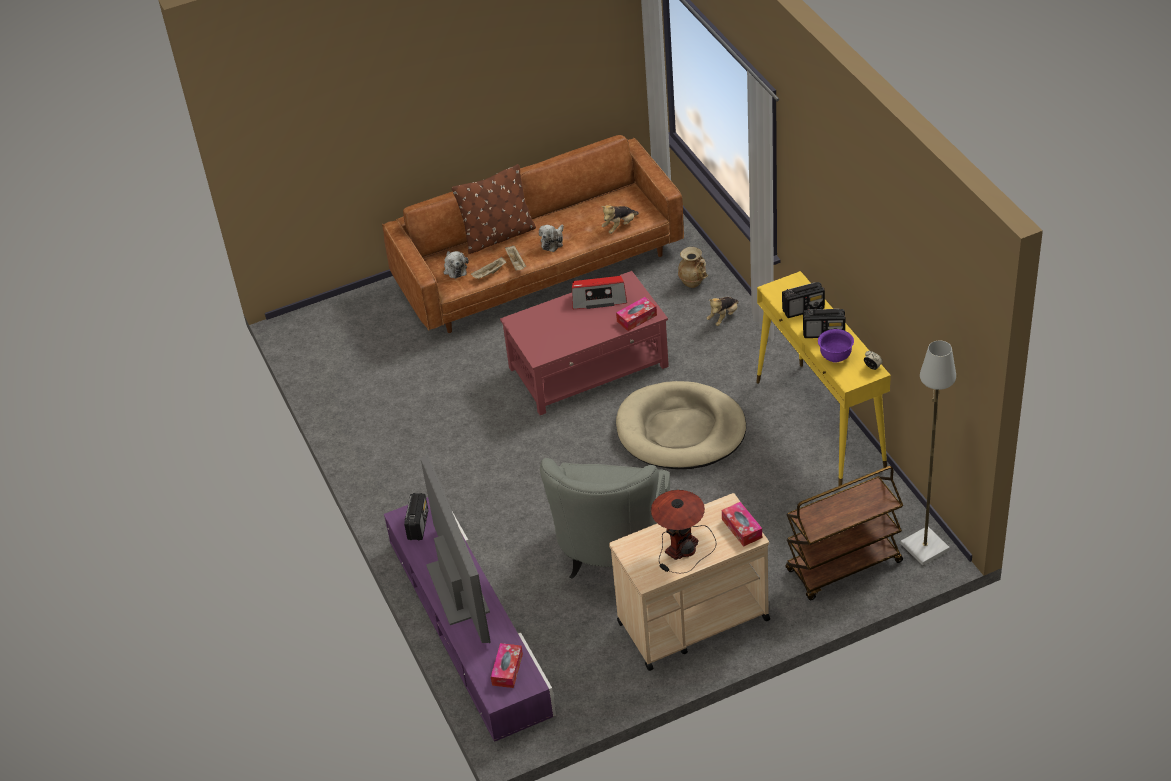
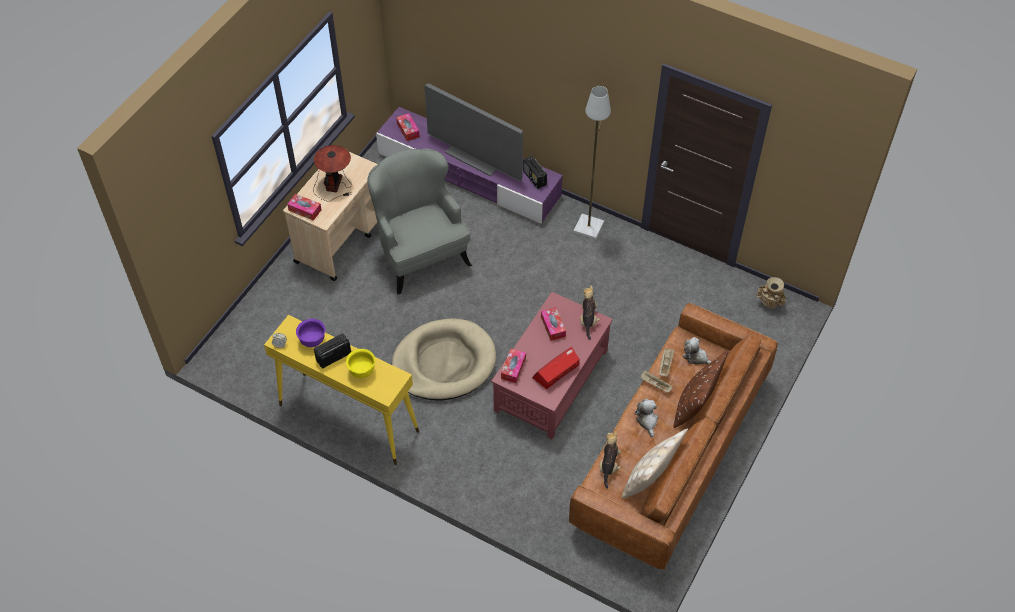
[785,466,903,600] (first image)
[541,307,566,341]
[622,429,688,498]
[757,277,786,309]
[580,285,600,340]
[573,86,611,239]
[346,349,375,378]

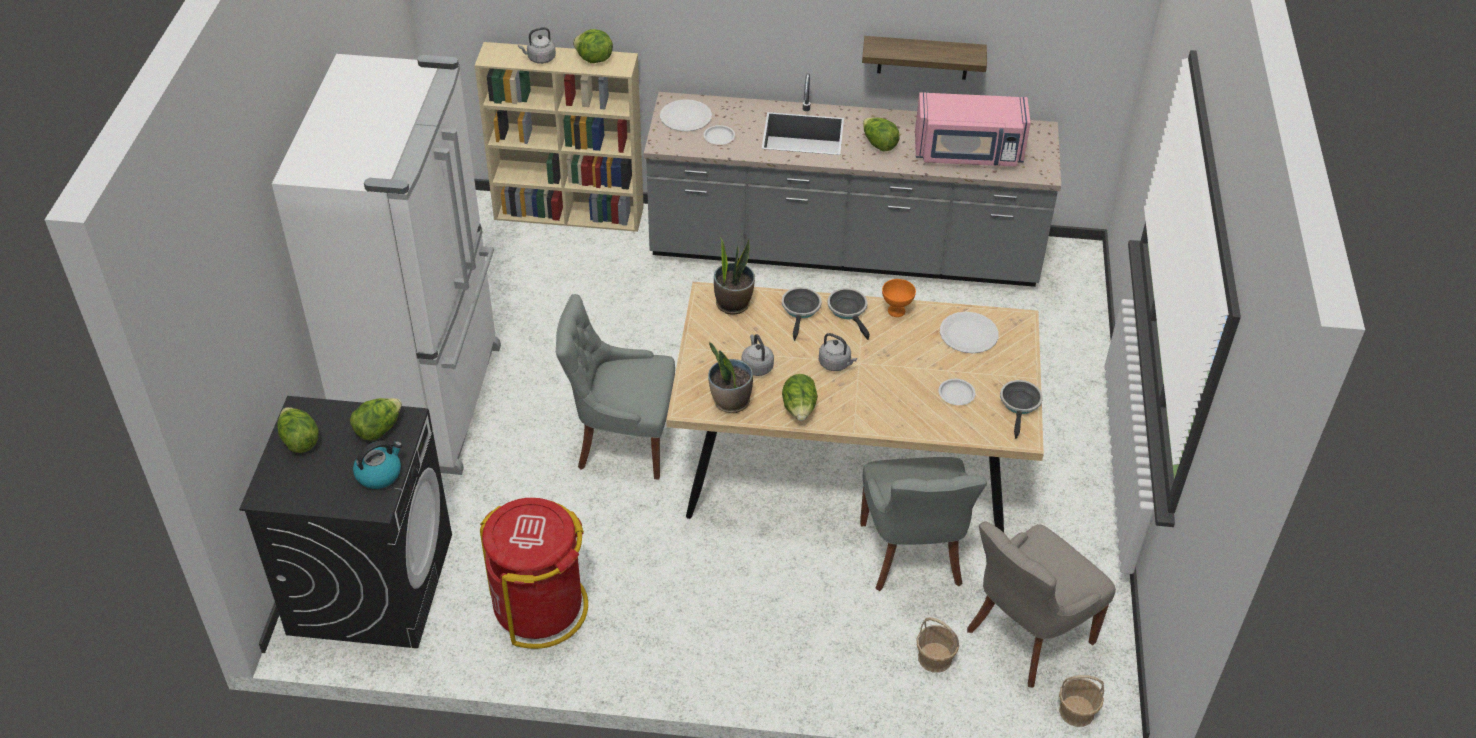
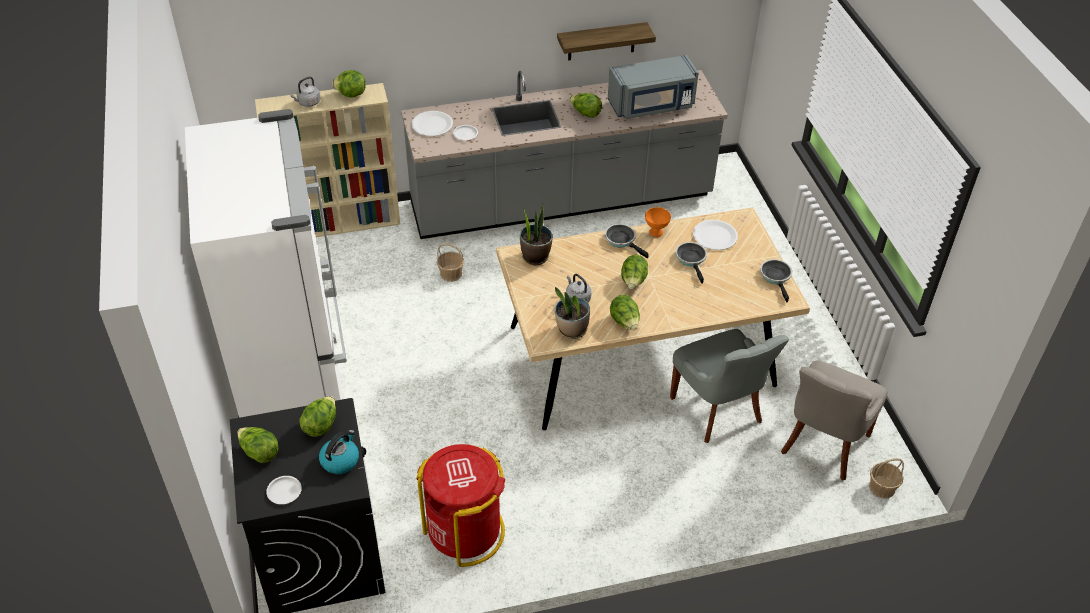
[556,294,675,480] (first image)
[675,242,707,284]
[436,243,464,282]
[266,476,302,504]
[621,255,648,289]
[608,55,699,119]

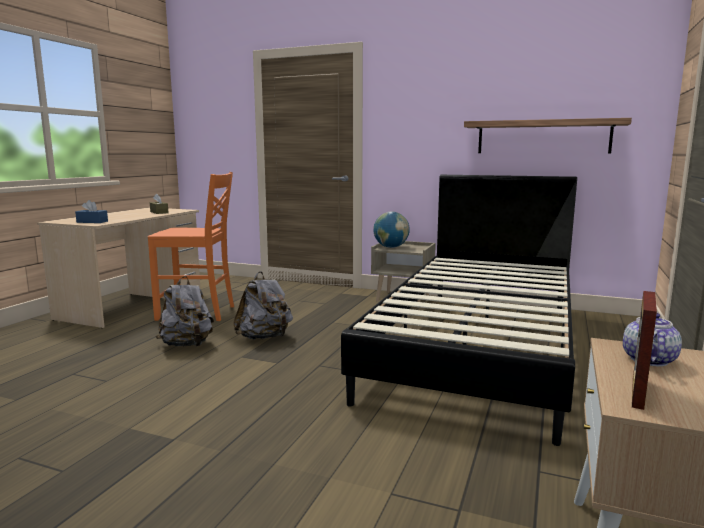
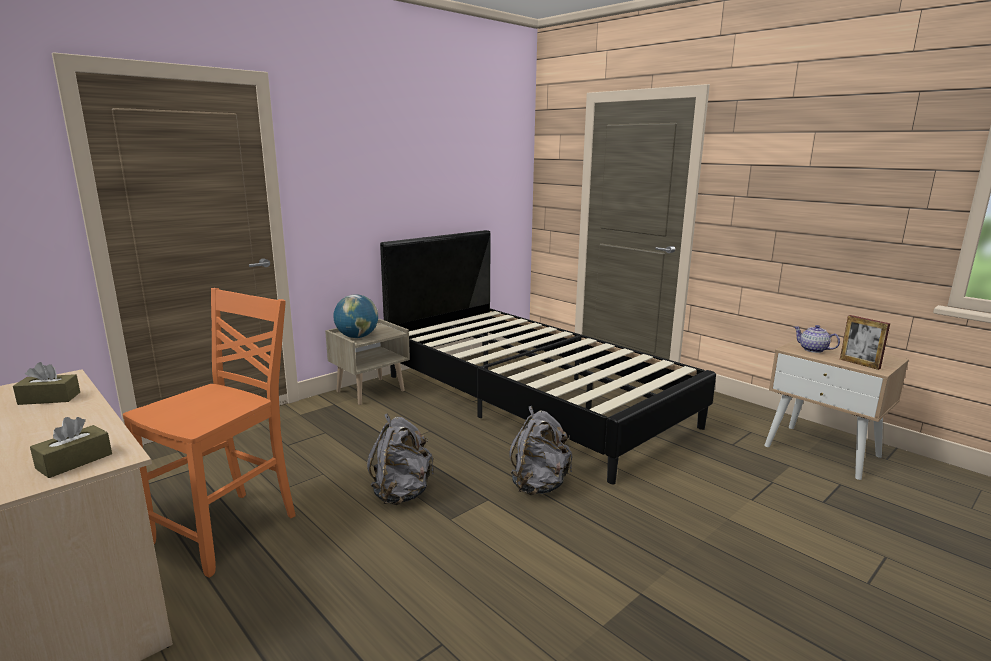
[464,118,632,153] (first image)
[509,406,572,495]
[30,417,112,478]

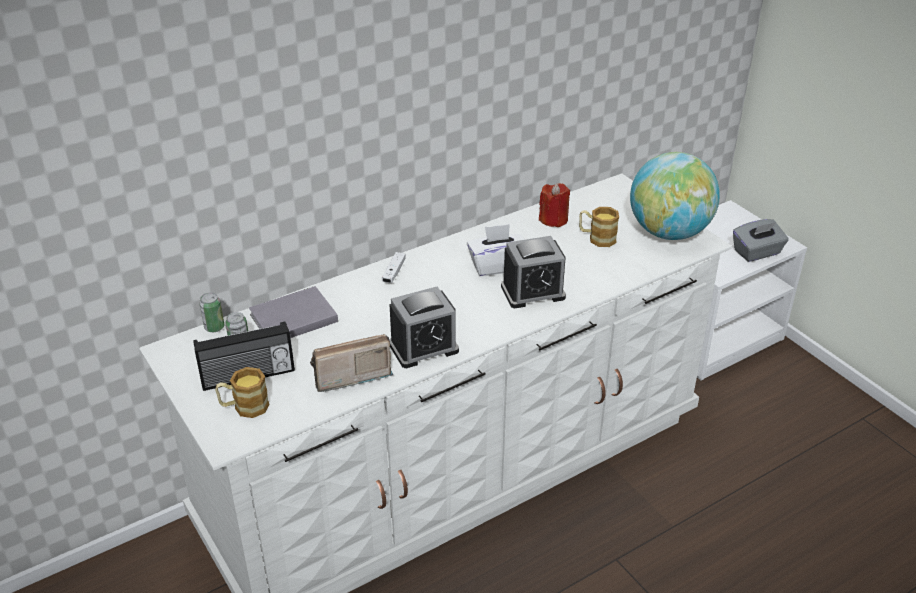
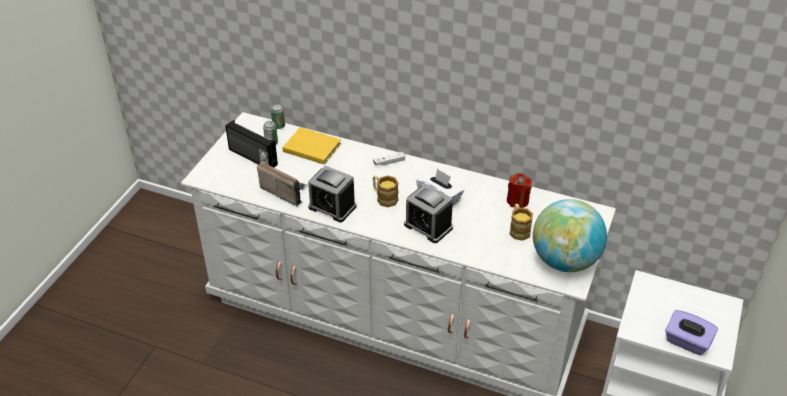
[373,175,399,207]
[282,127,341,165]
[665,310,718,355]

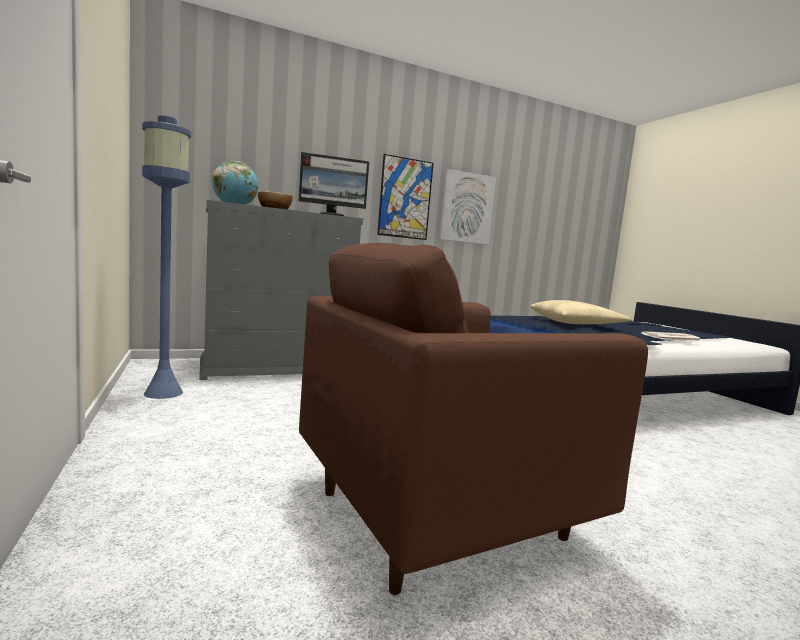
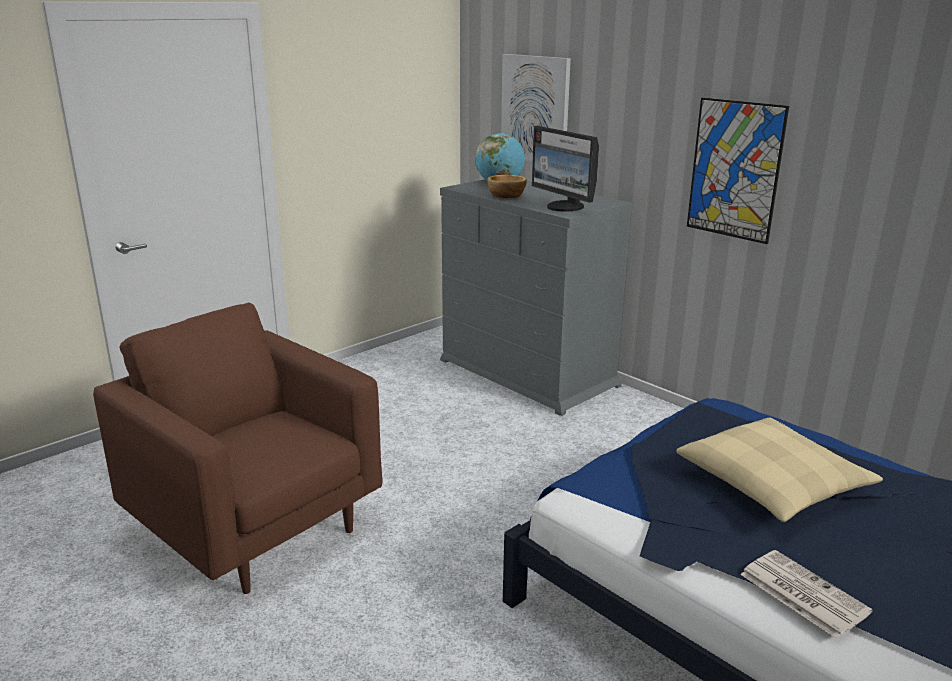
[142,115,191,399] (first image)
[501,54,571,162]

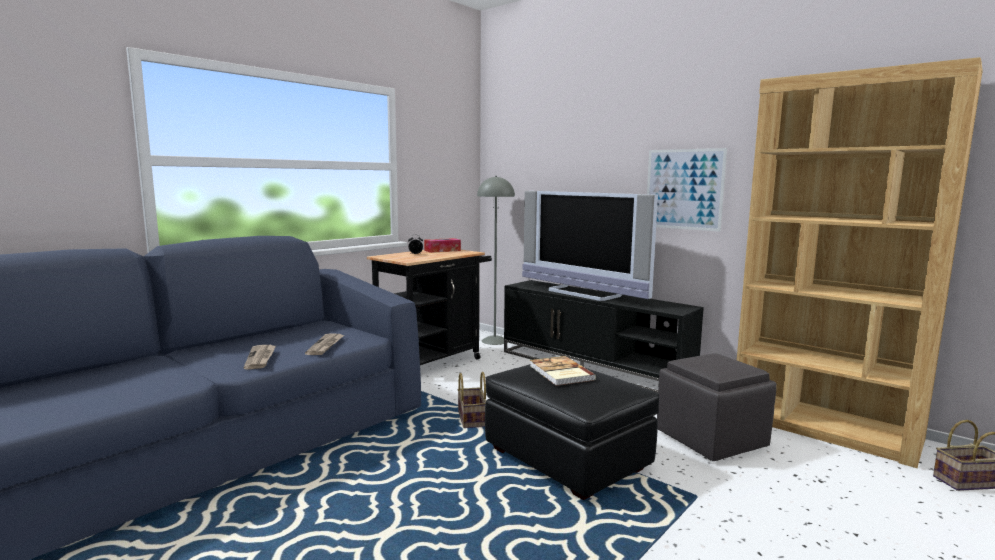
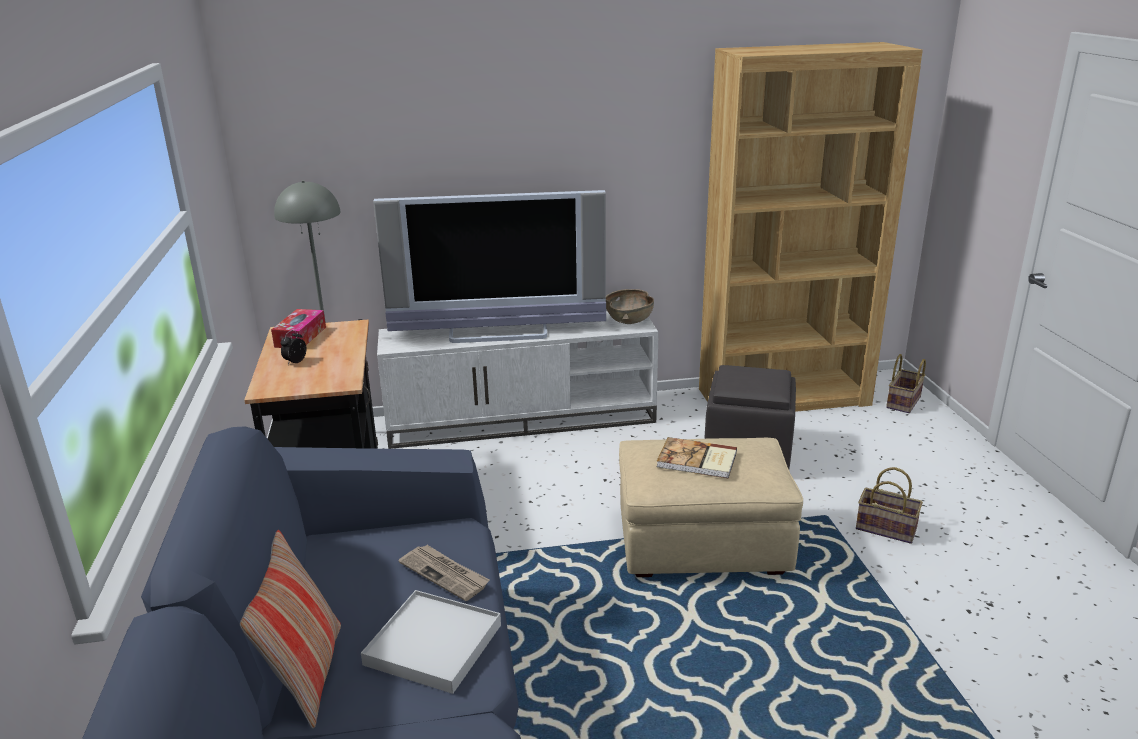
[647,148,727,232] (first image)
[240,530,341,729]
[606,289,654,324]
[856,467,923,544]
[361,590,501,694]
[619,438,803,577]
[377,311,659,449]

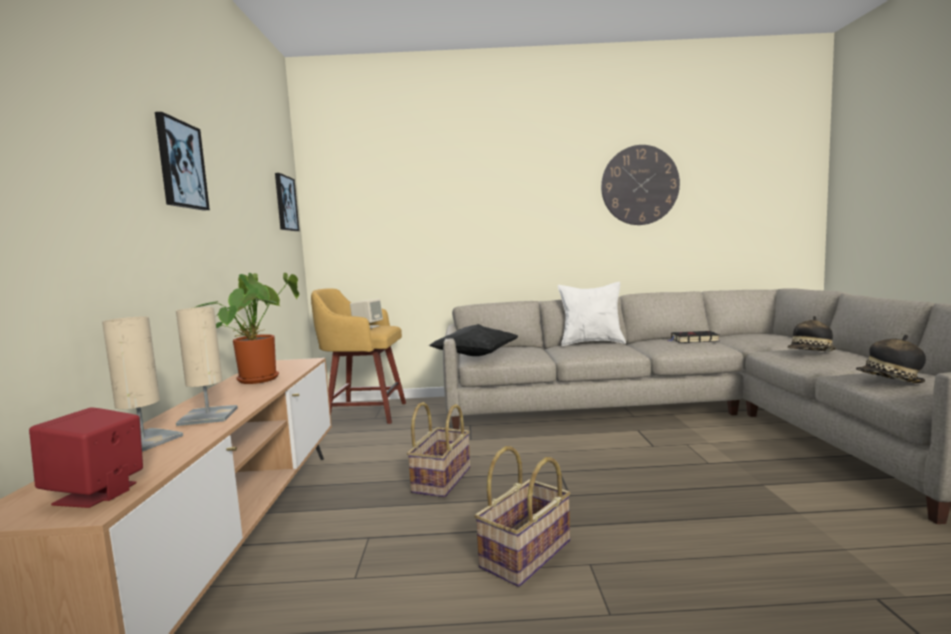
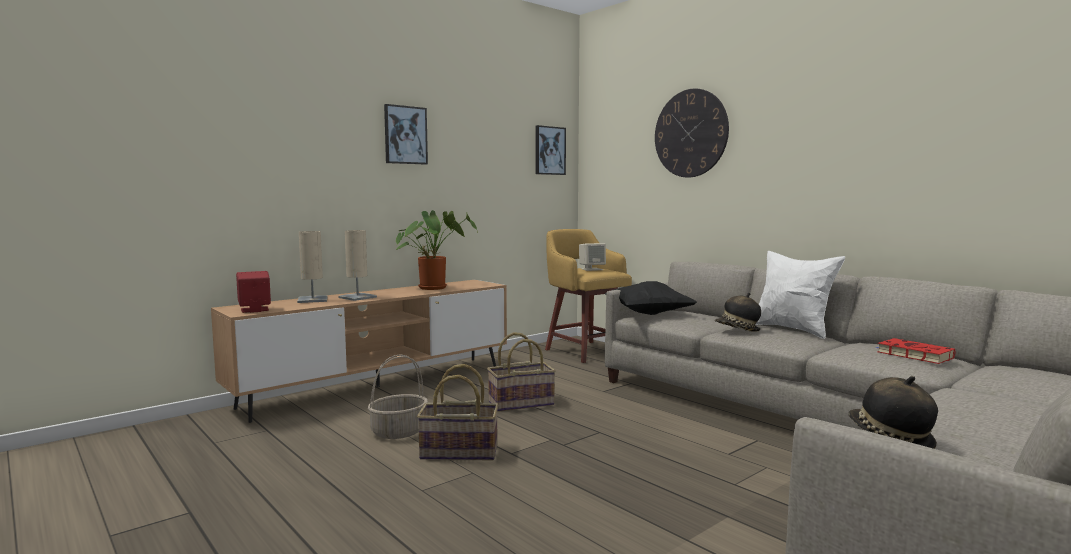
[368,354,428,439]
[655,89,729,178]
[715,293,761,332]
[877,338,955,364]

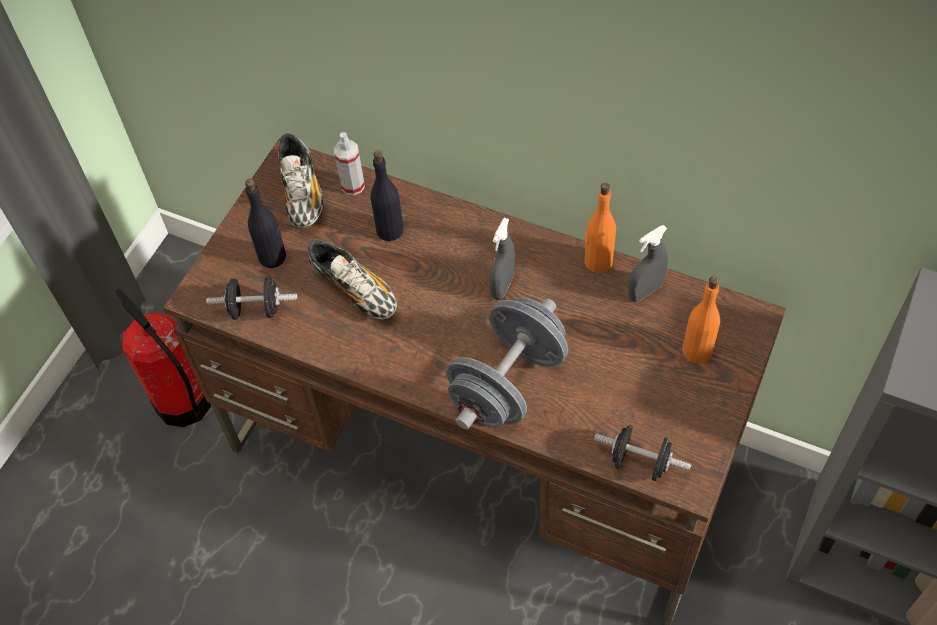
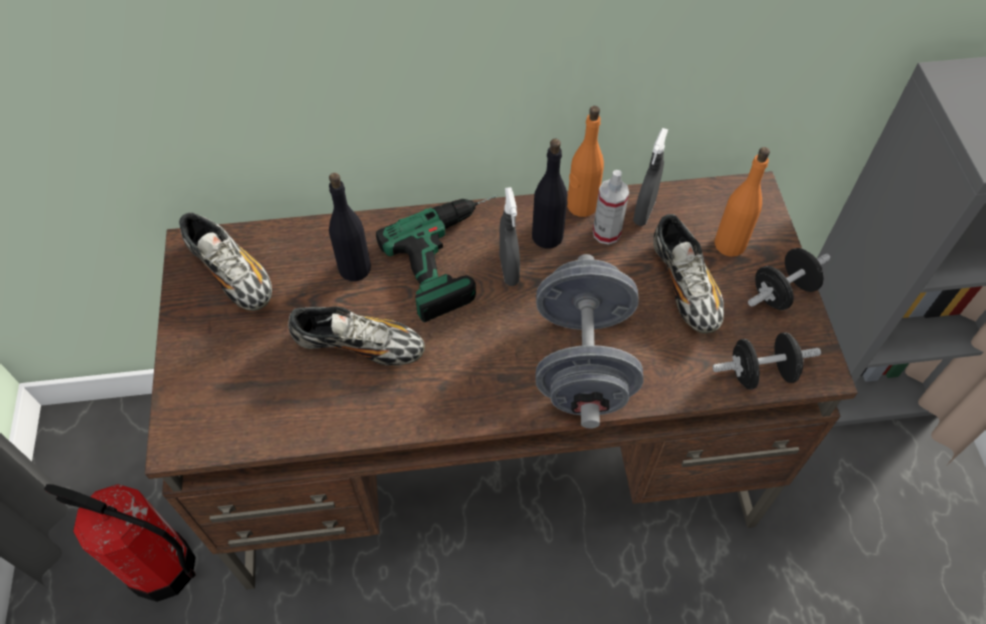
[376,195,497,322]
[653,214,724,334]
[748,248,830,310]
[532,139,568,248]
[593,170,629,245]

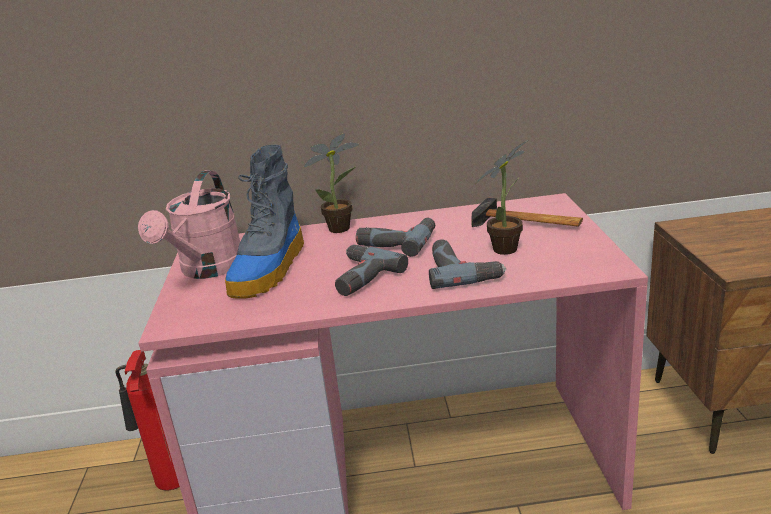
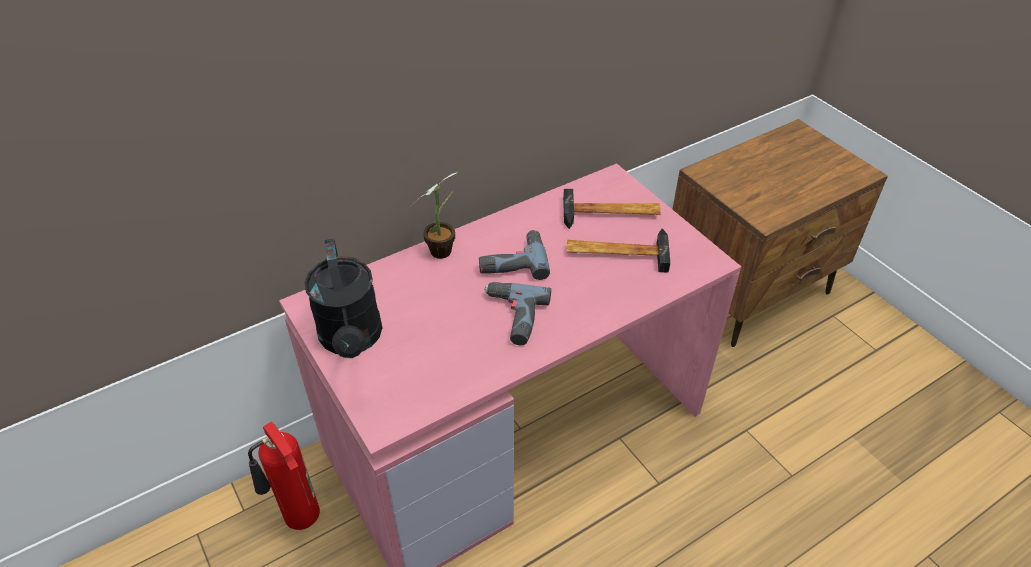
[225,145,304,299] (first image)
[429,239,506,289] (first image)
[567,229,670,273]
[305,239,382,358]

